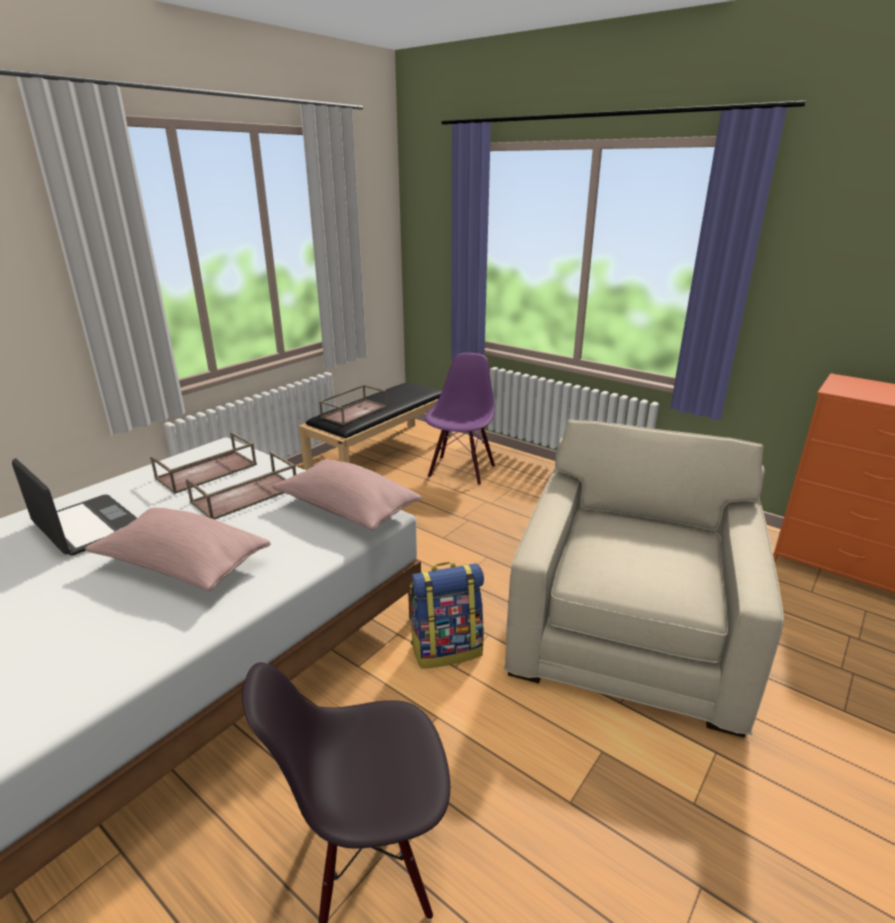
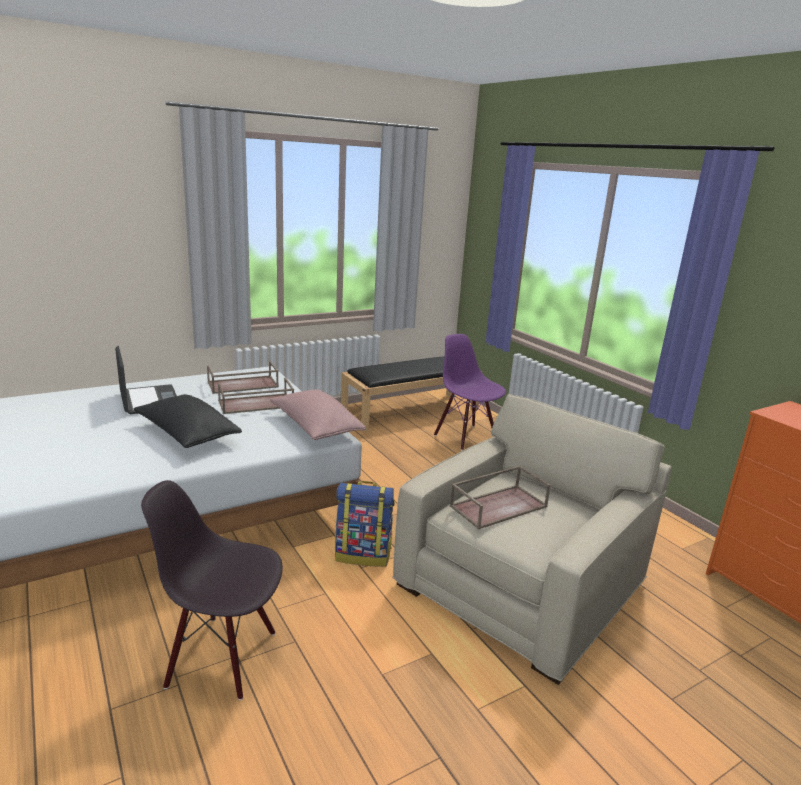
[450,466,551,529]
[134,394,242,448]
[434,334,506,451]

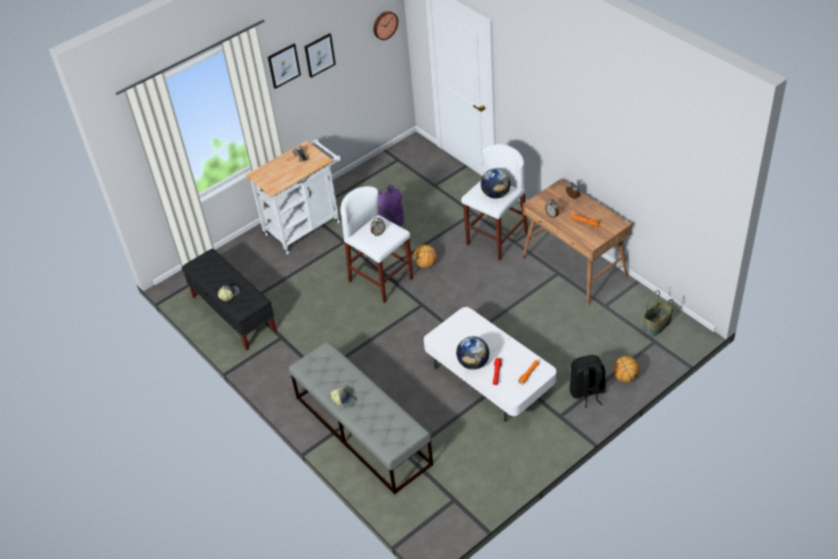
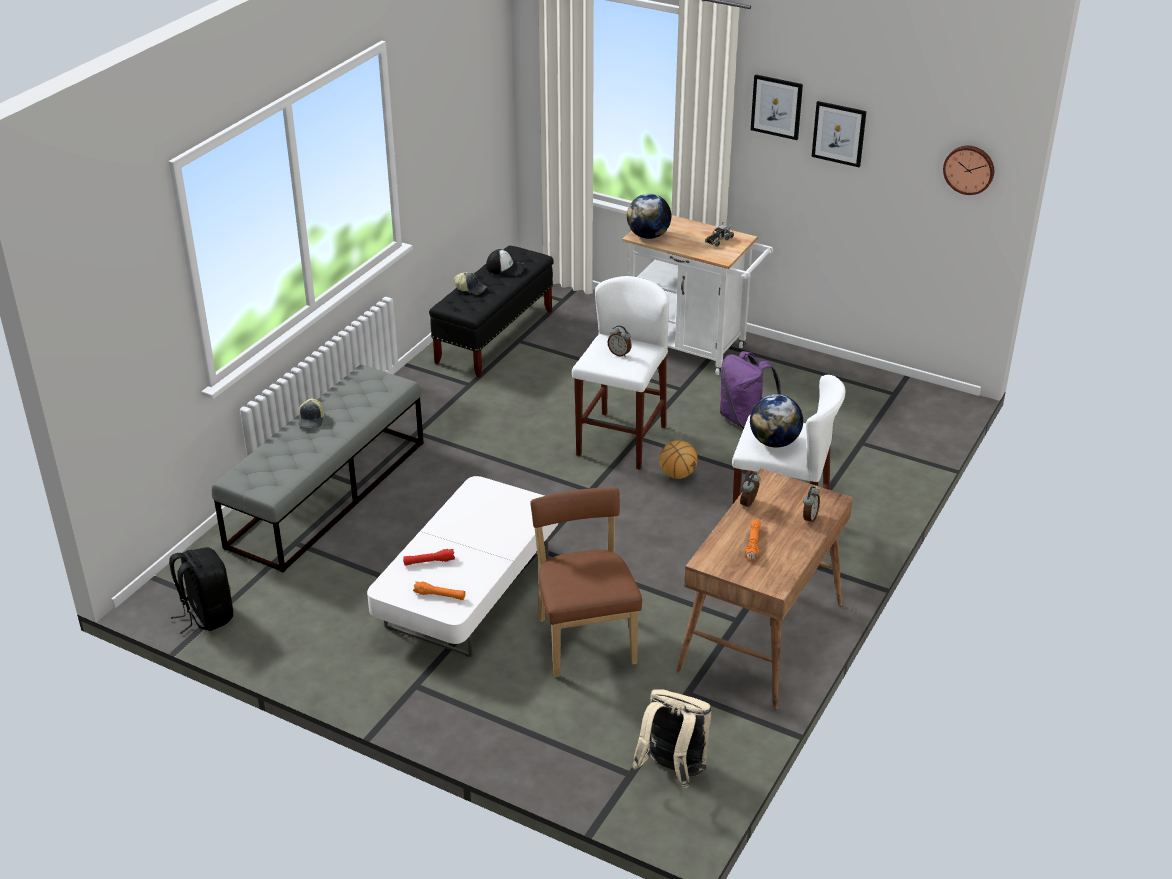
[613,356,639,382] (first image)
[486,249,526,276]
[530,487,642,677]
[627,194,671,239]
[169,547,233,634]
[632,689,712,788]

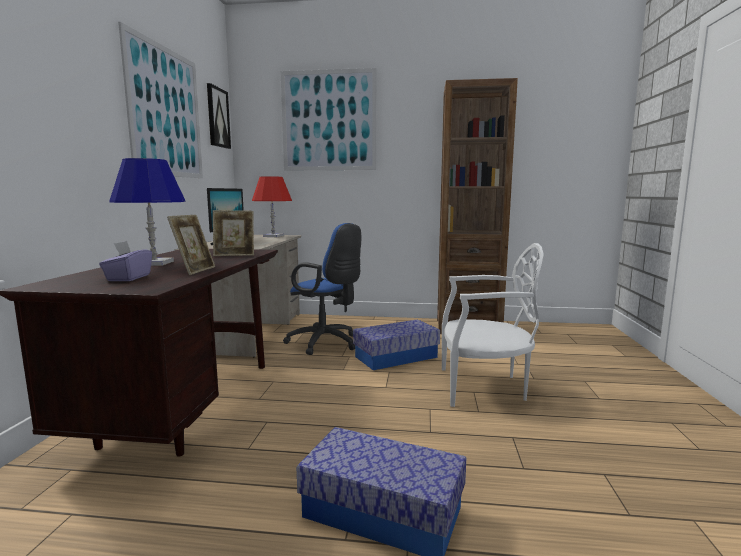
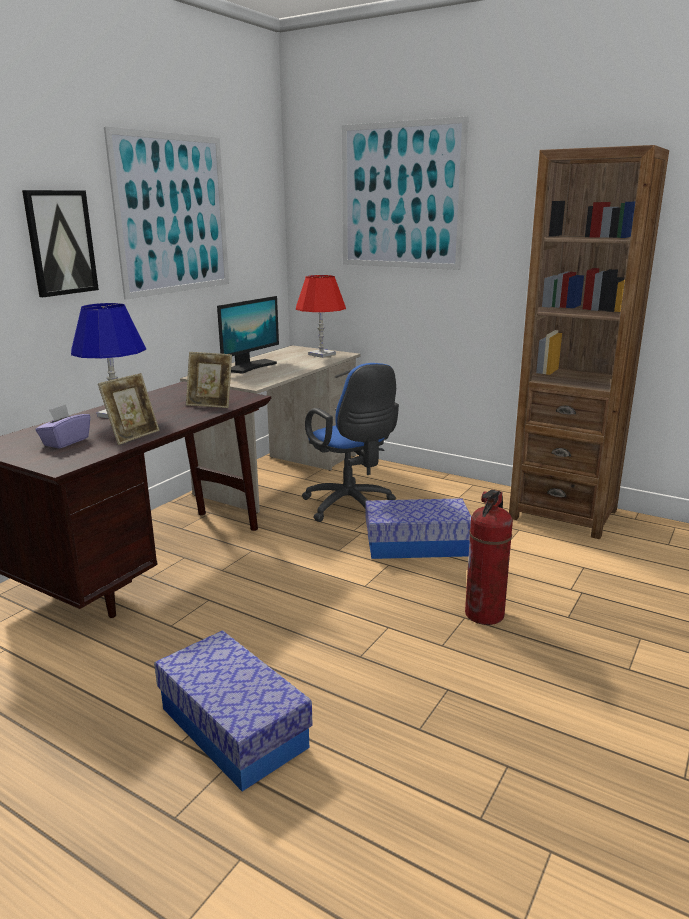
[22,190,99,297]
[465,489,513,625]

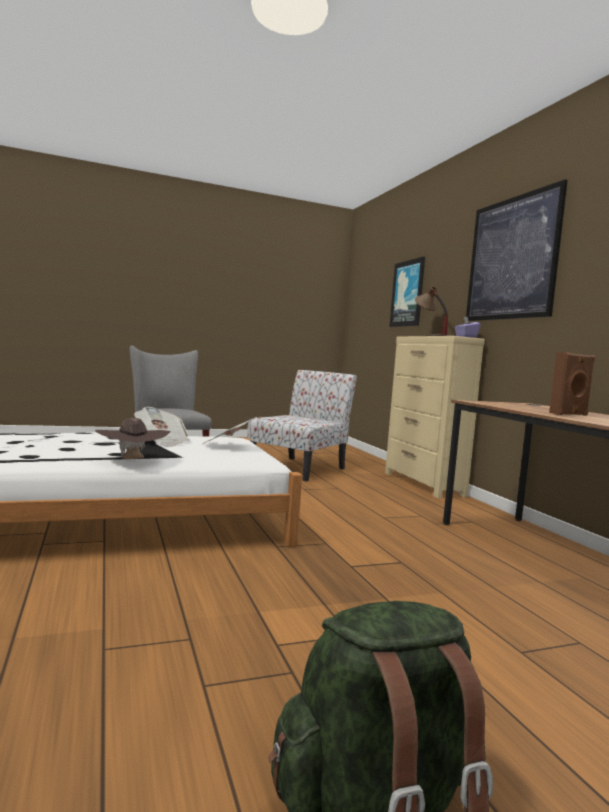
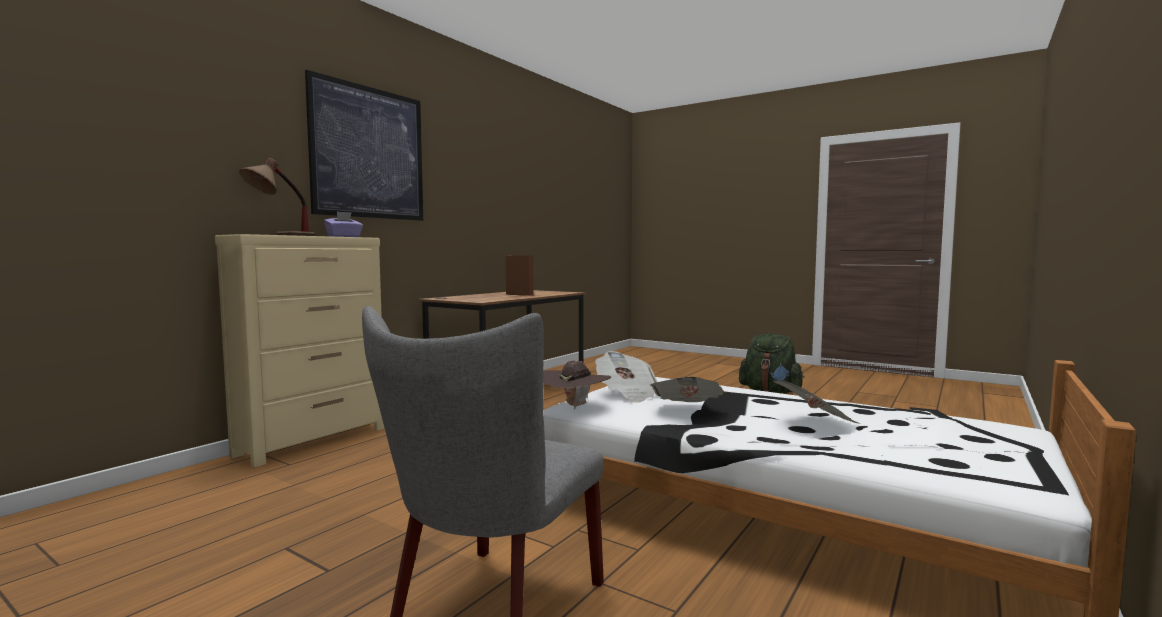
[247,370,357,481] (first image)
[389,257,425,327] (first image)
[774,379,862,424]
[543,360,611,409]

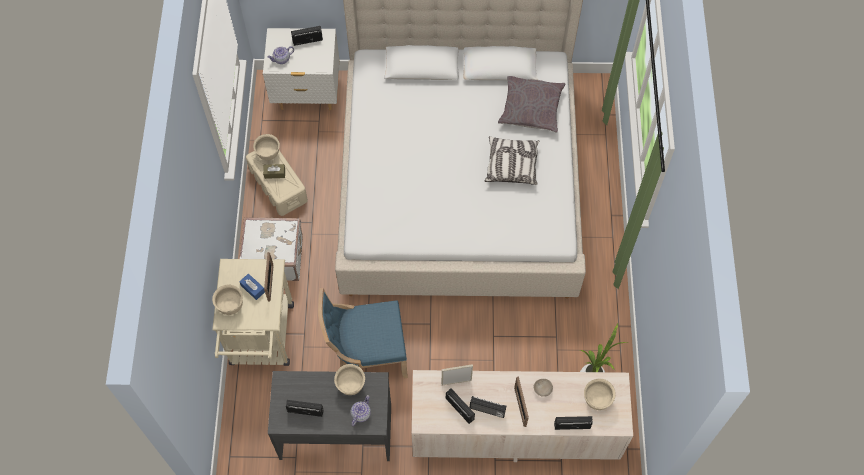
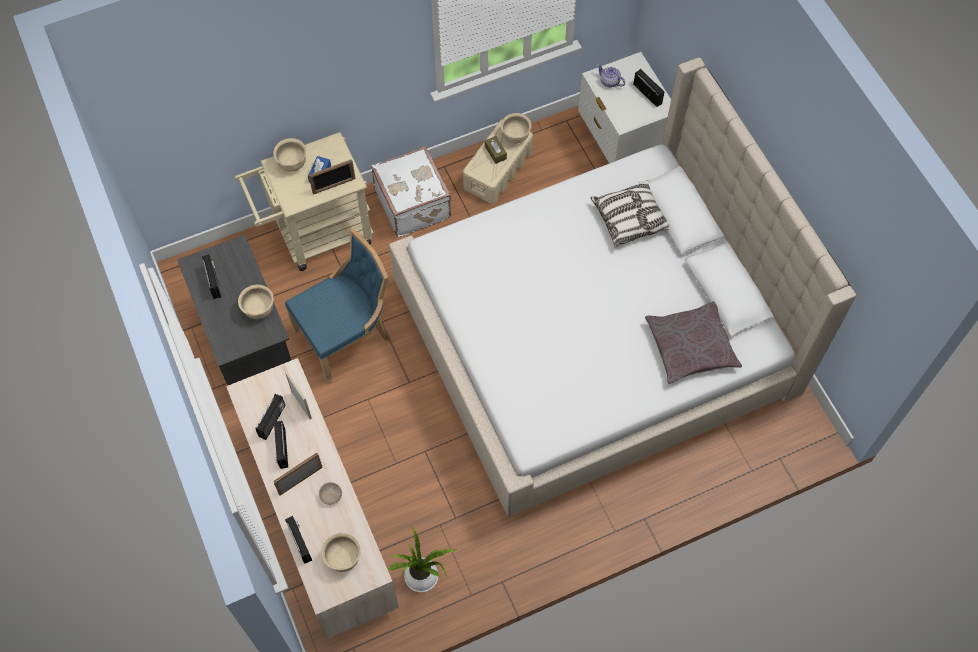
[351,395,371,426] (first image)
[591,180,670,248]
[285,229,390,384]

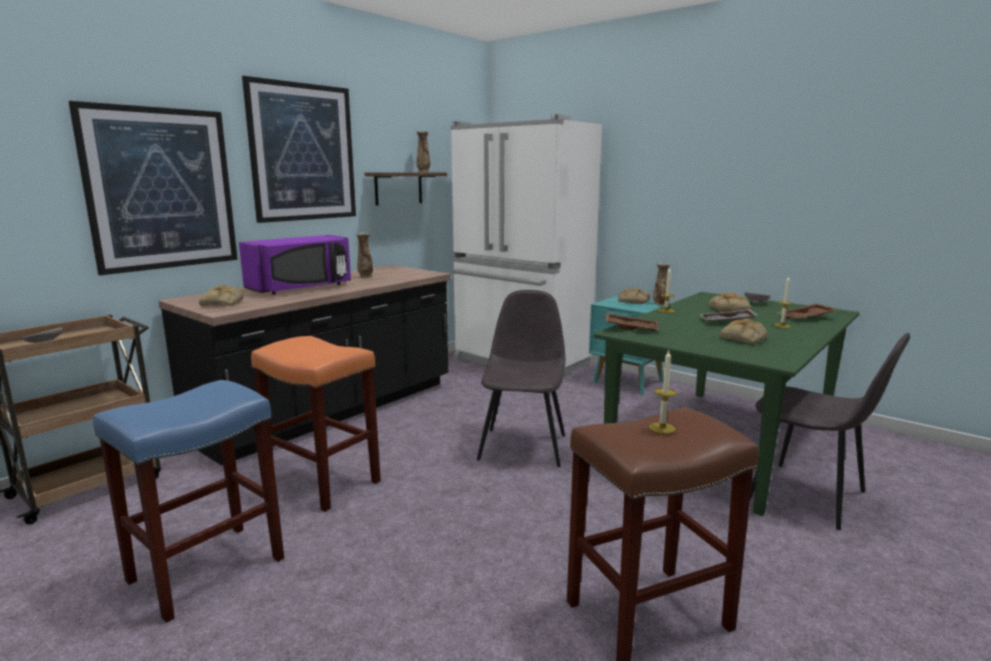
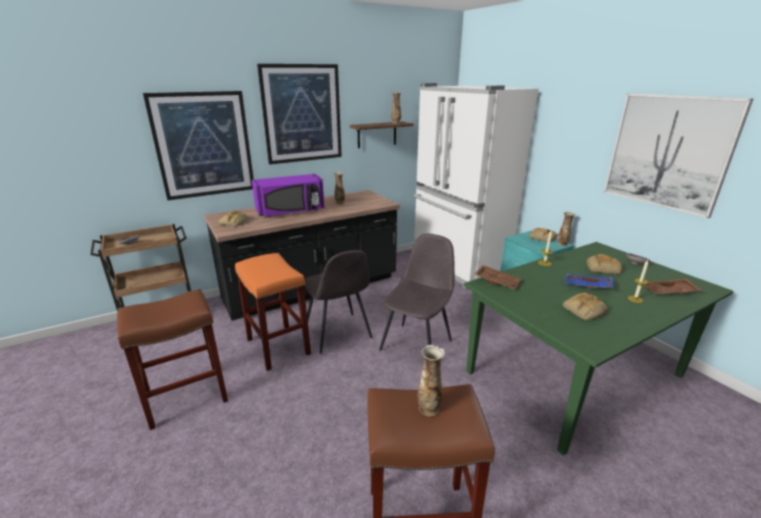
[604,93,753,218]
[304,250,372,354]
[417,345,445,416]
[117,289,228,430]
[565,274,614,288]

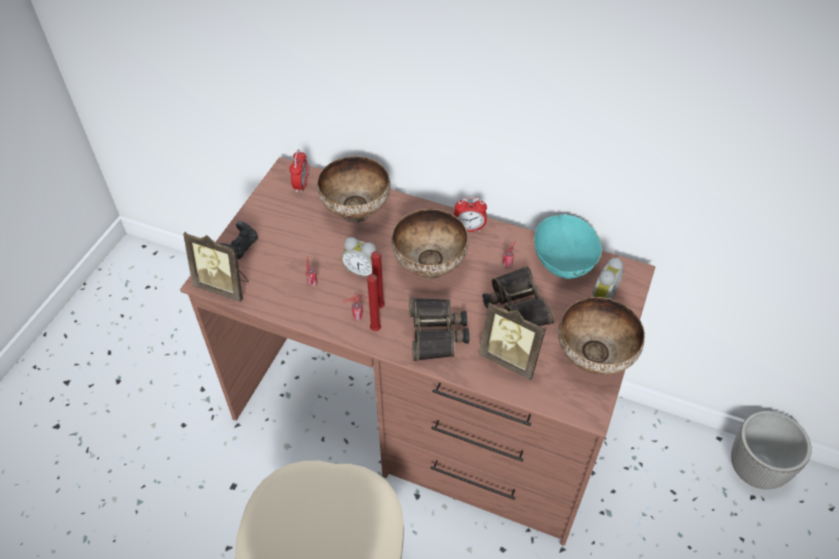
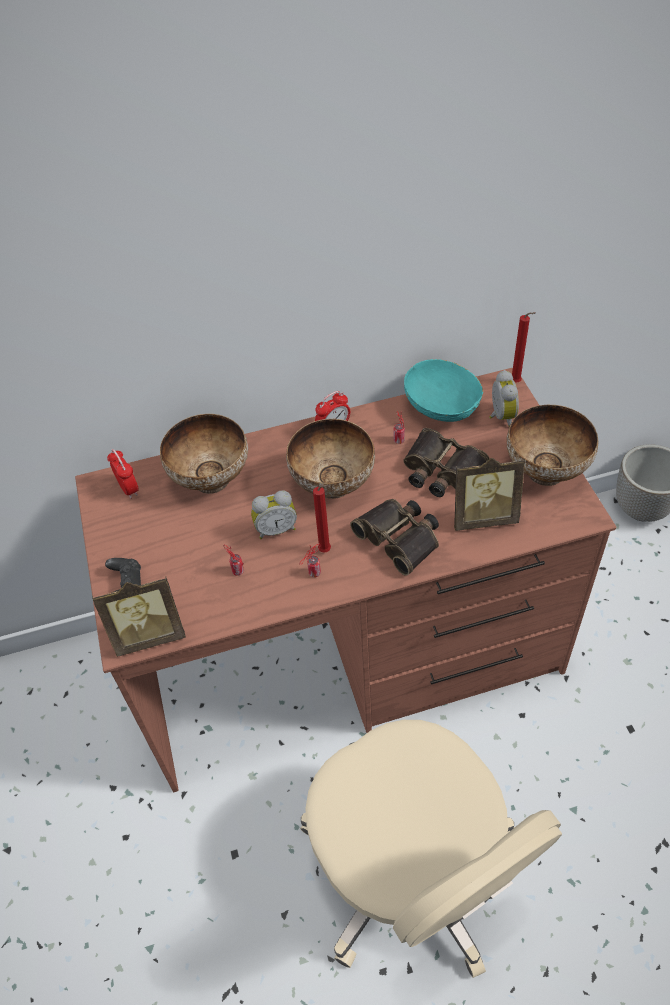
[512,312,536,383]

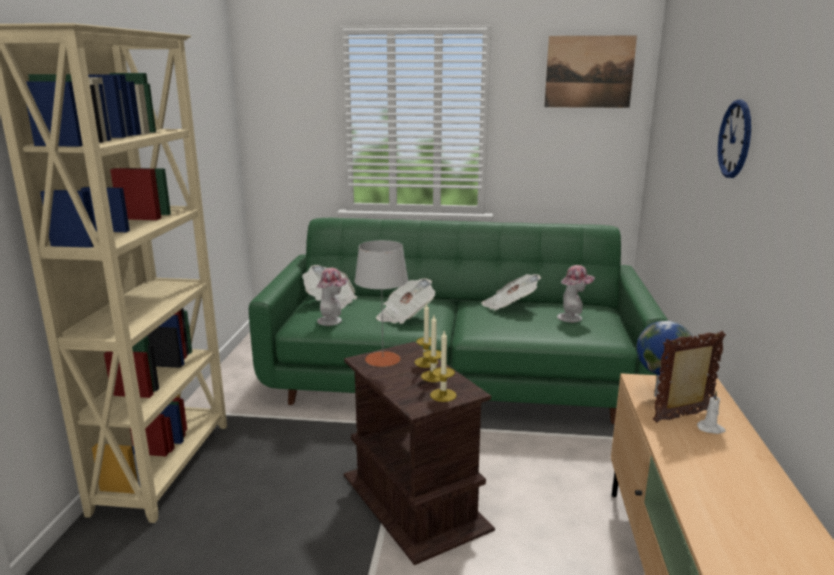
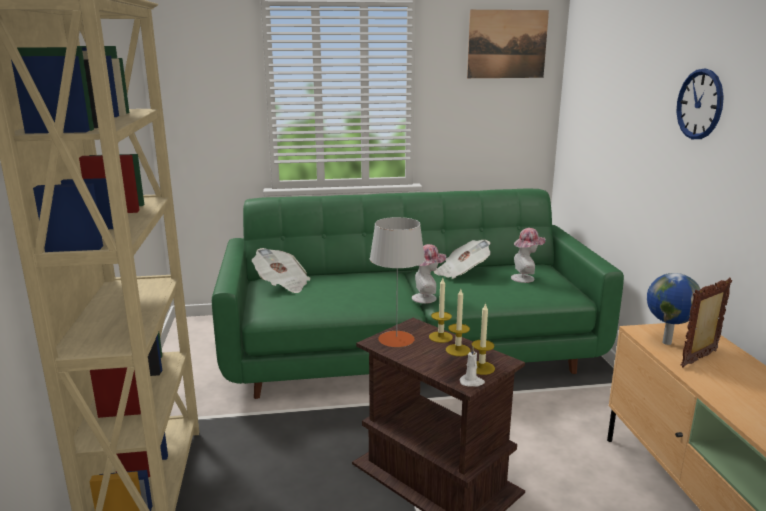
[376,278,435,324] (first image)
[412,244,447,304]
[459,347,485,387]

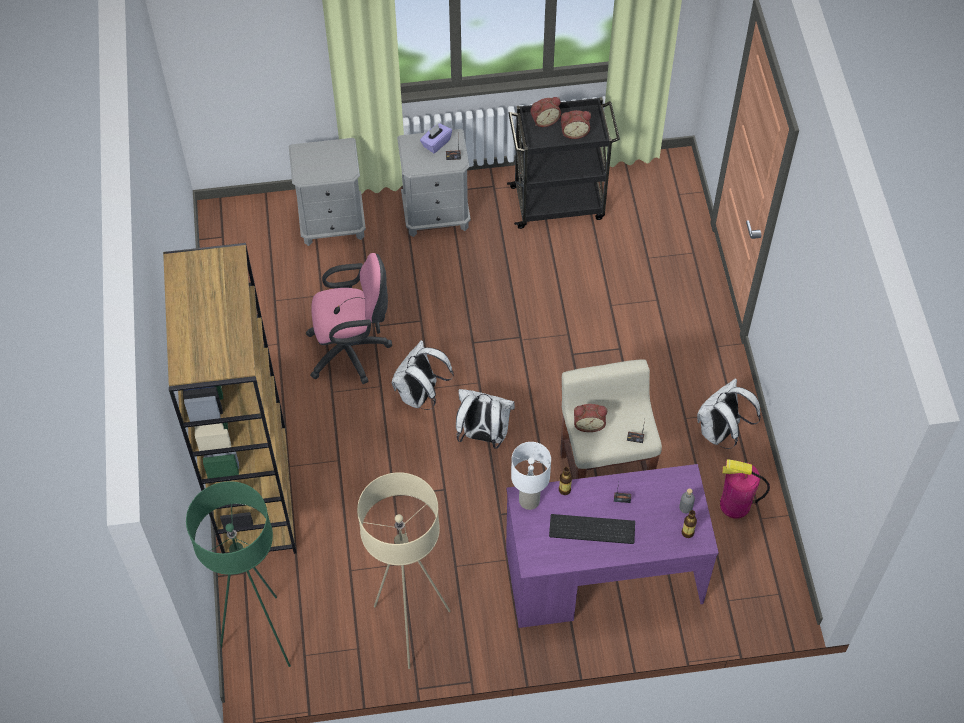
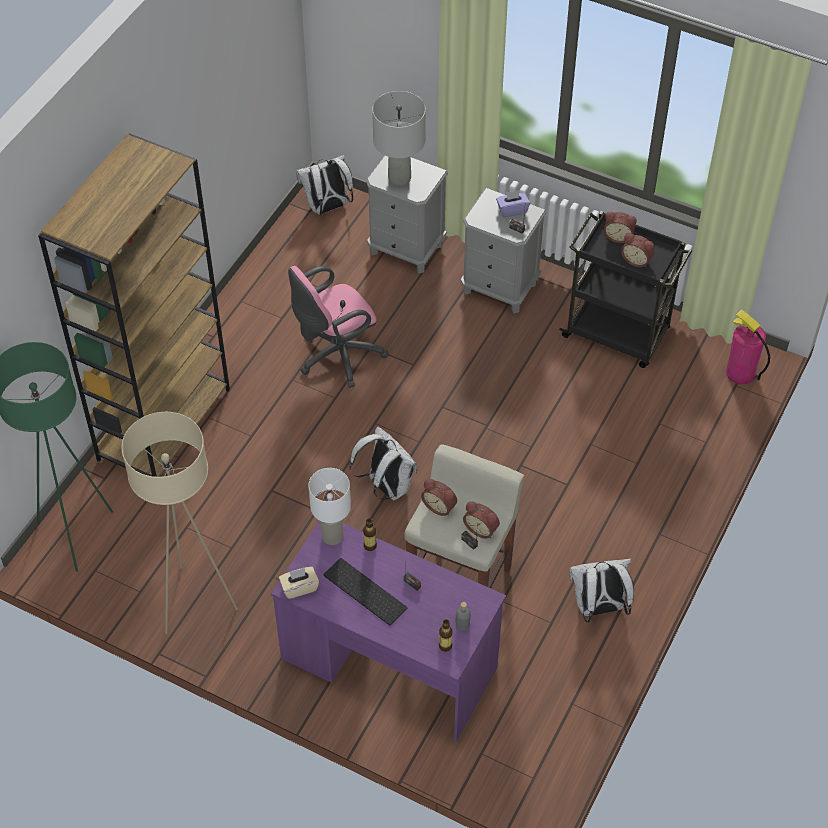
[279,567,319,599]
[372,91,426,186]
[463,501,500,539]
[296,155,353,215]
[726,310,770,384]
[288,266,388,388]

